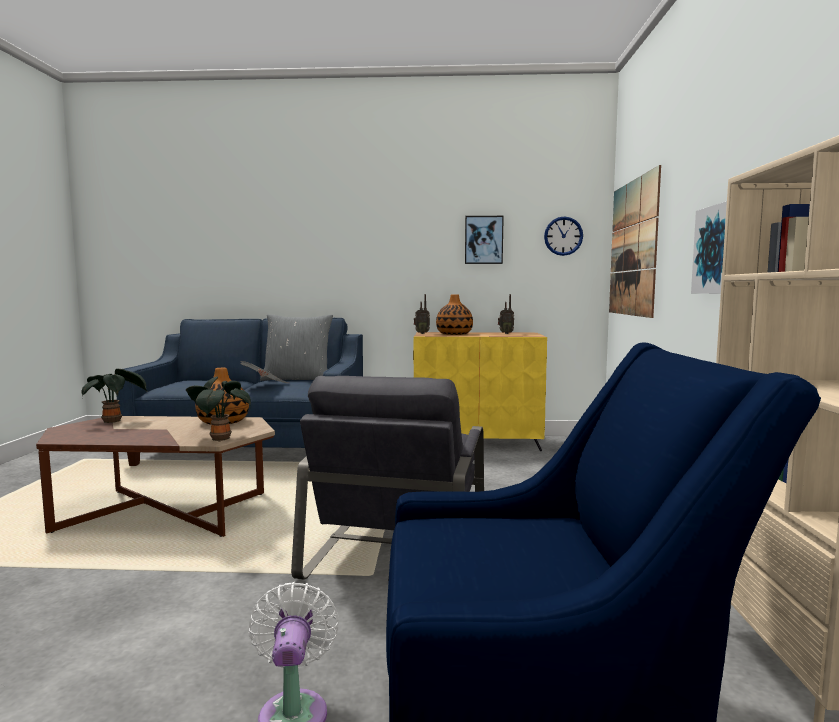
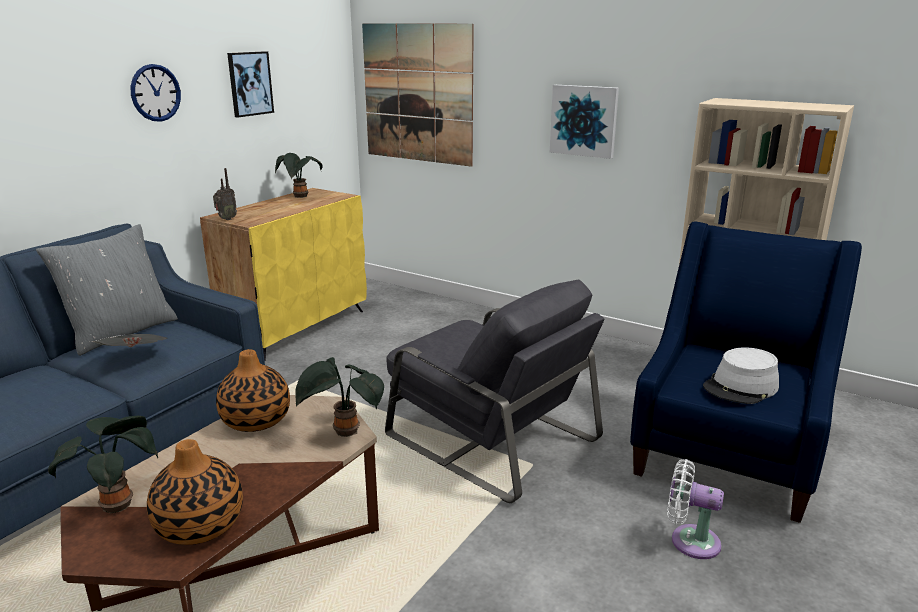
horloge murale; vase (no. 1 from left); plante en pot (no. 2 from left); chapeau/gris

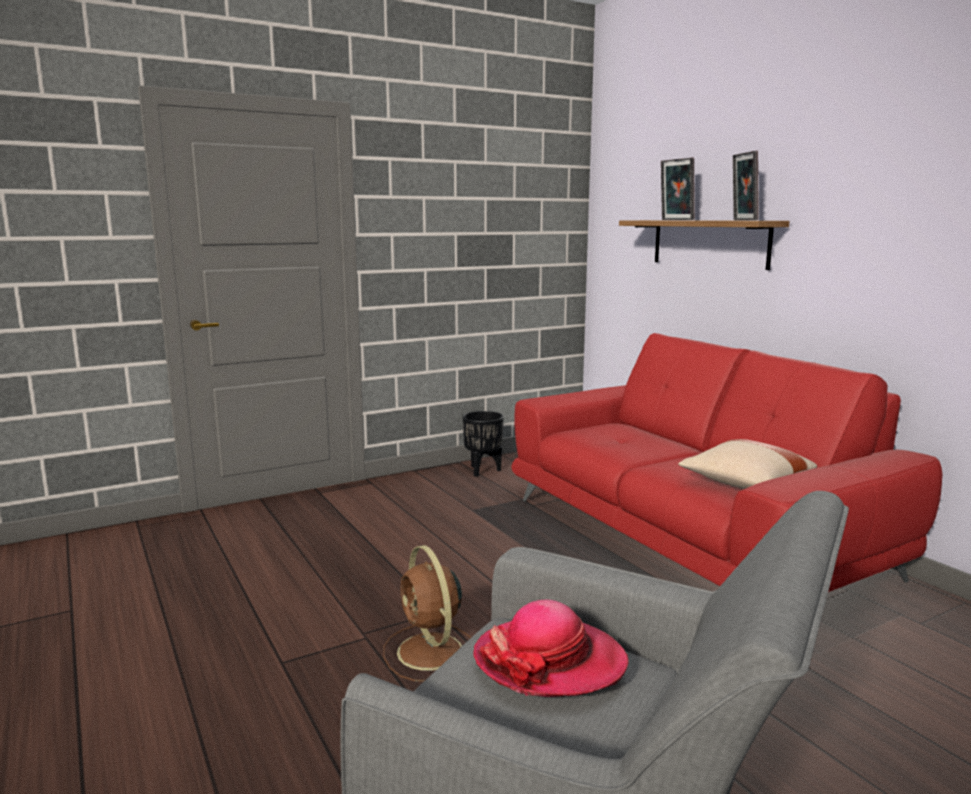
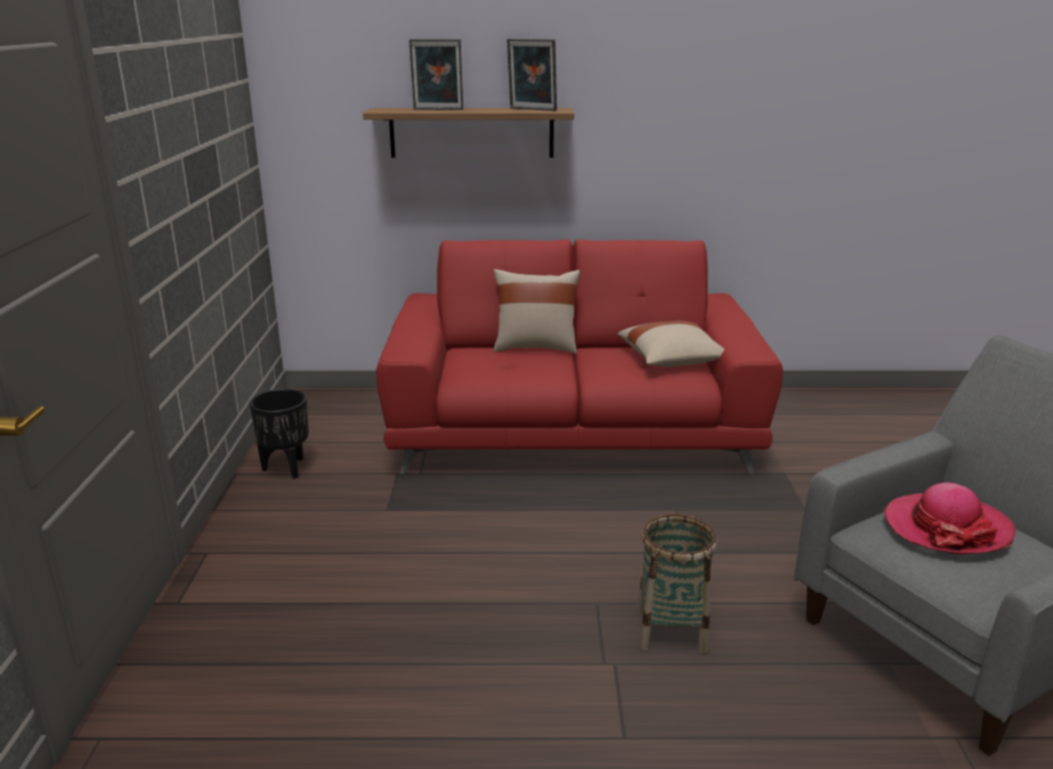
coussin/beige (no. 1 from left); panier

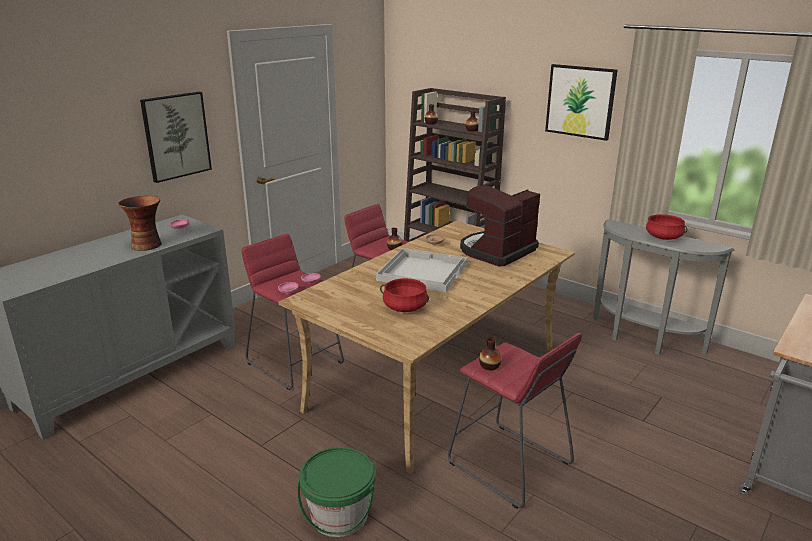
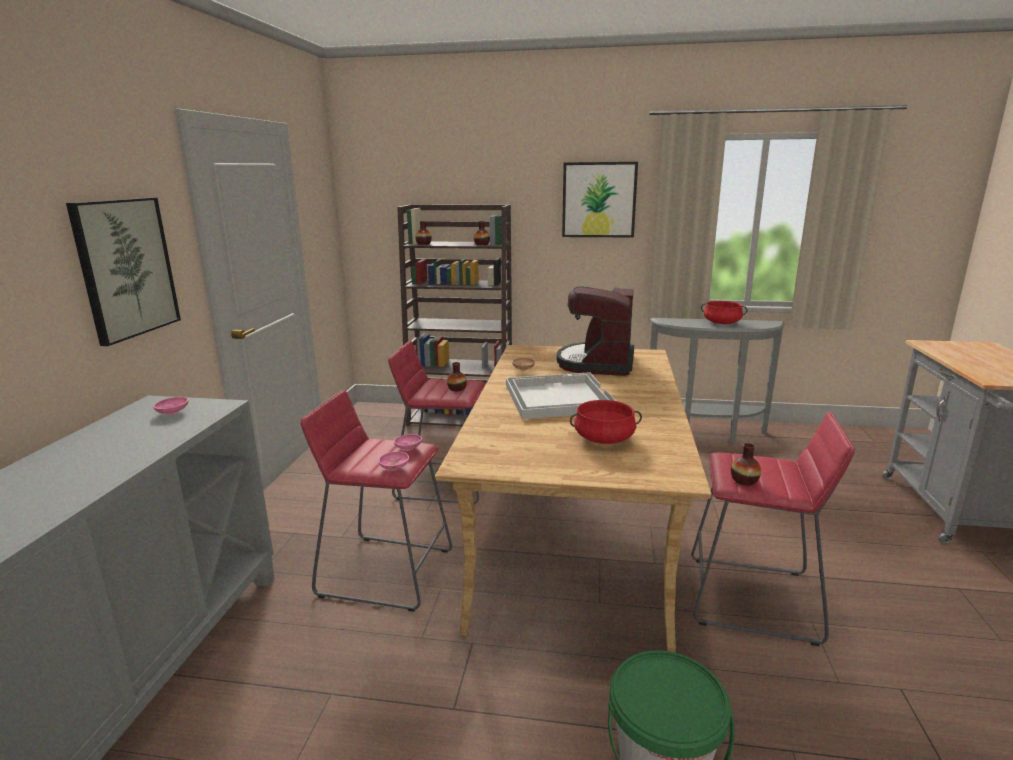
vase (no. 1 from left in the first image)

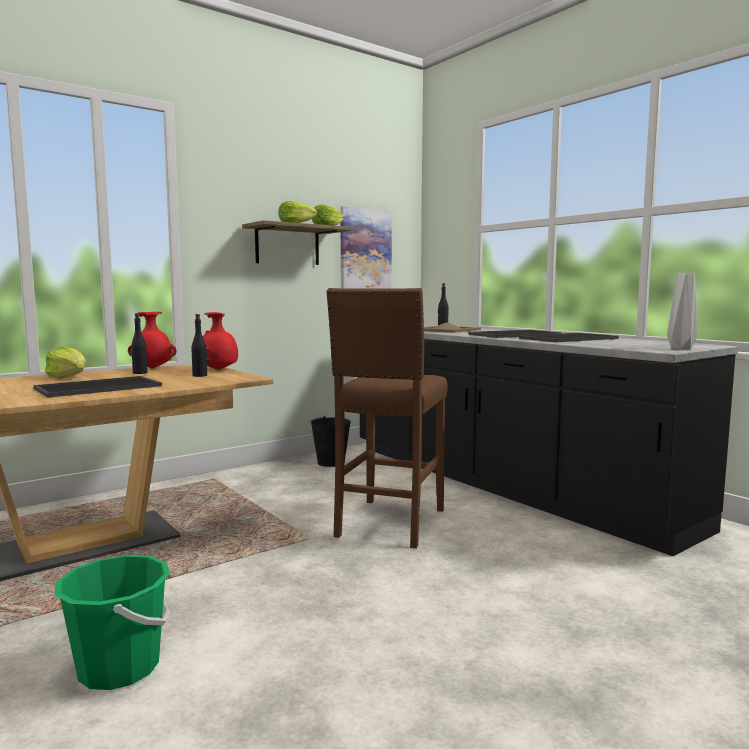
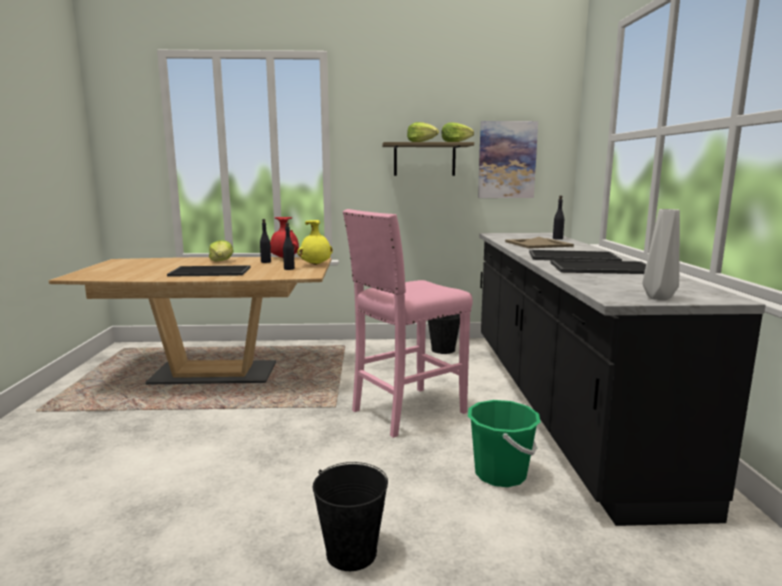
vase/jaune; seau/noir (no. 1 from left); tabouret/rose; seau/vert

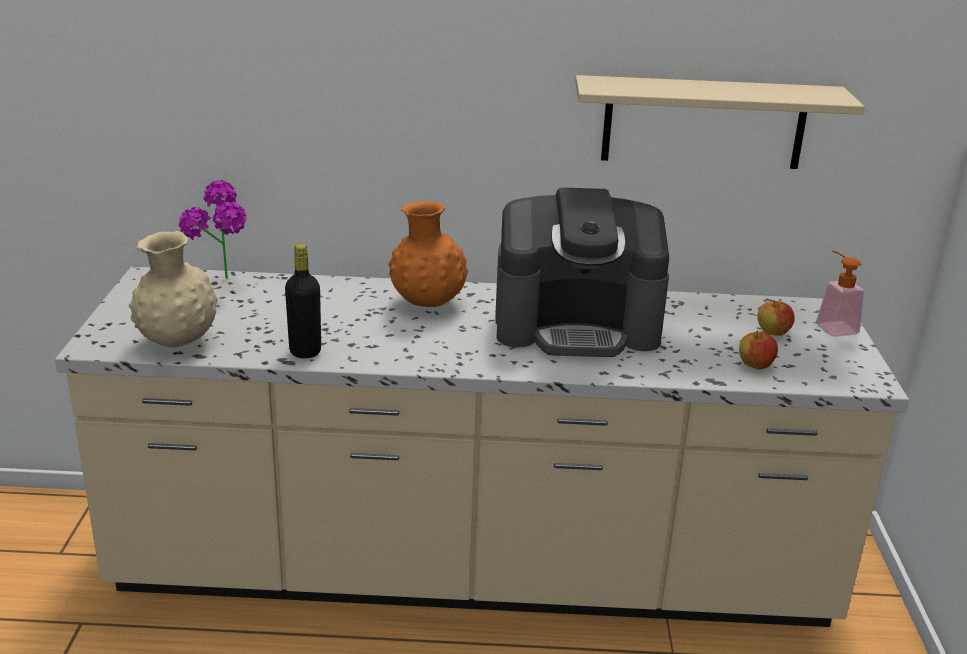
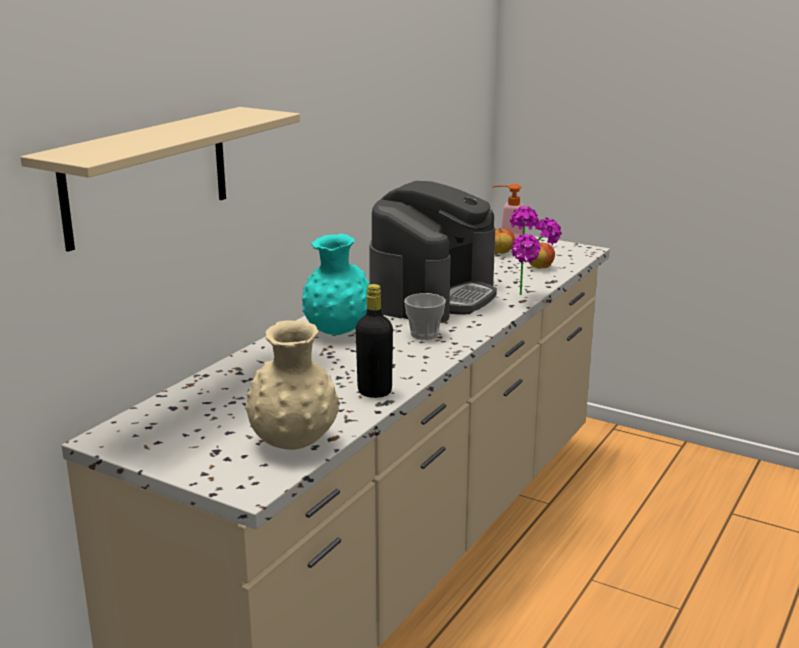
étagère/beige; vase/turquoise; tasse; plante en pot

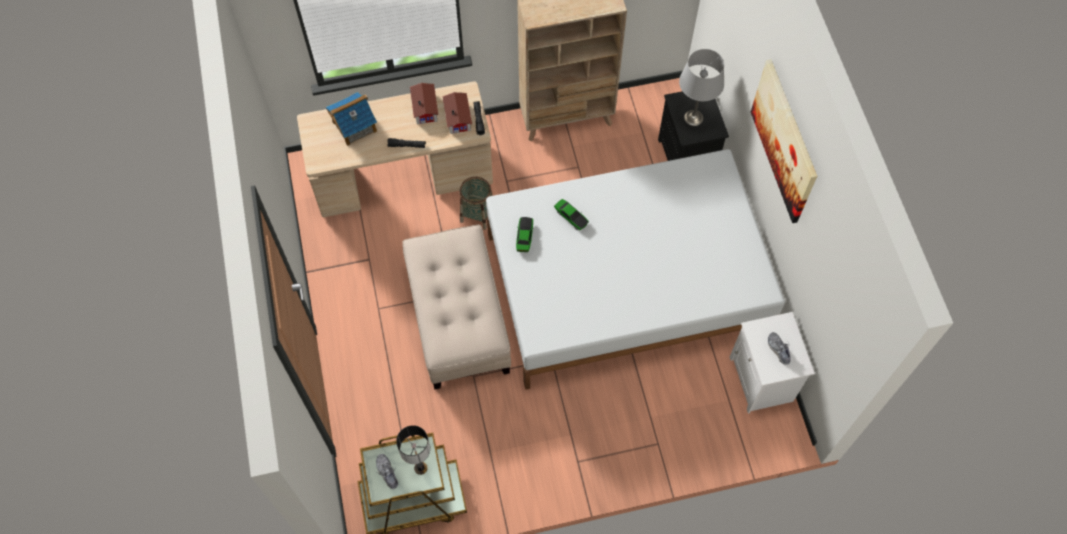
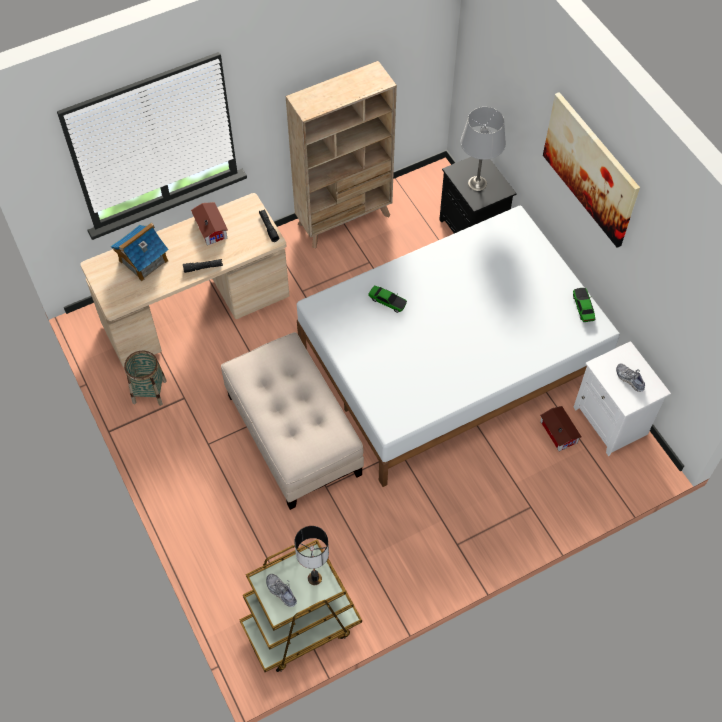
panier; maison miniature (no. 3 from left); petite voiture (no. 2 from left)

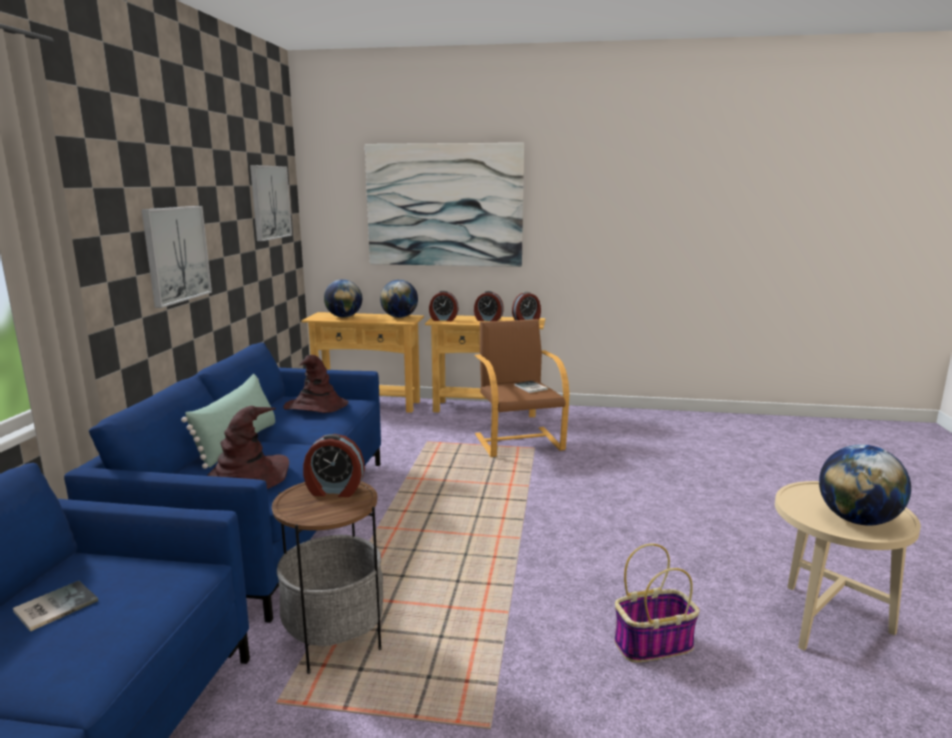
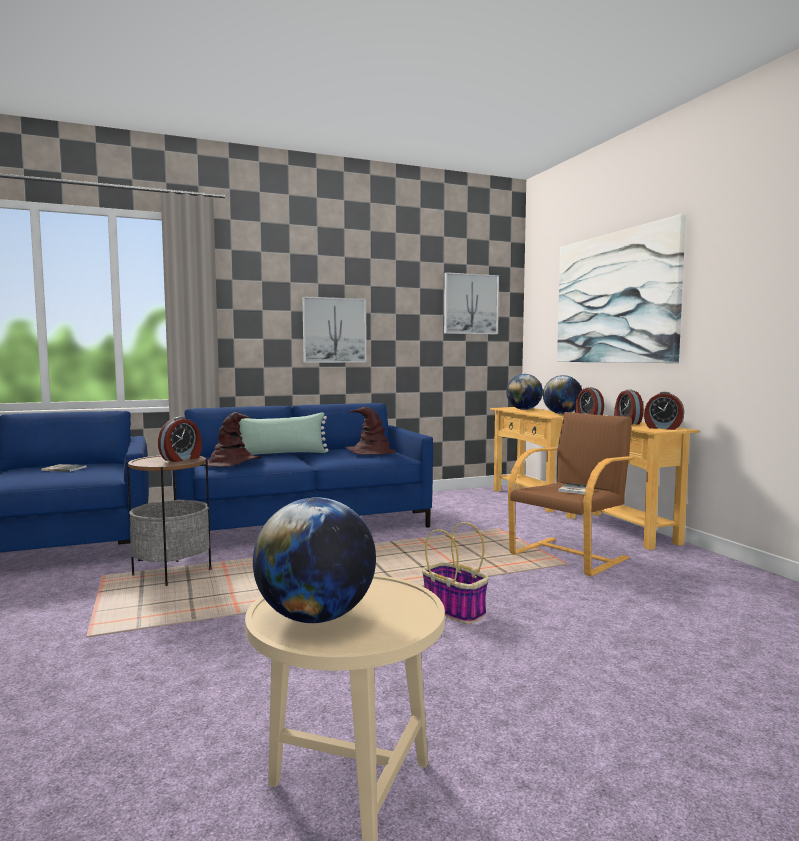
réveil (no. 1 from left); panier

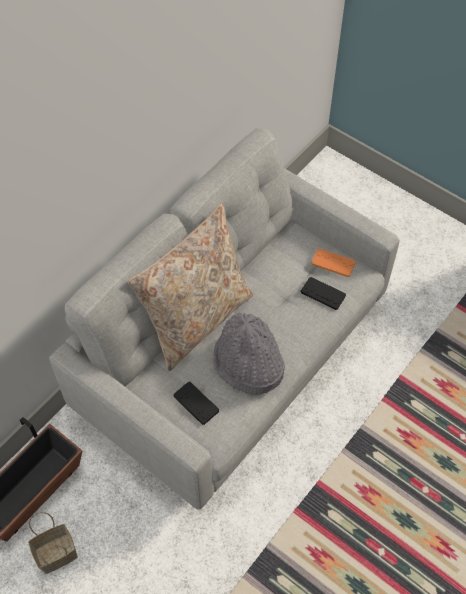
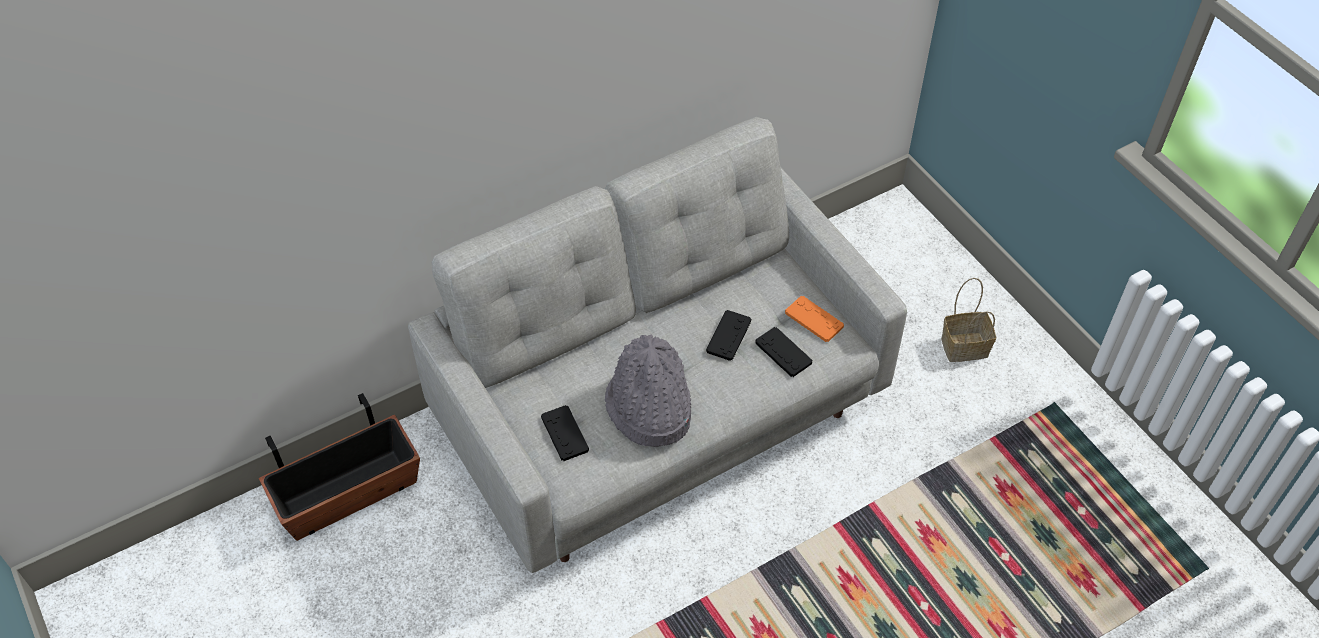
manette/noir (no. 2 from left); panier; coussin/beige

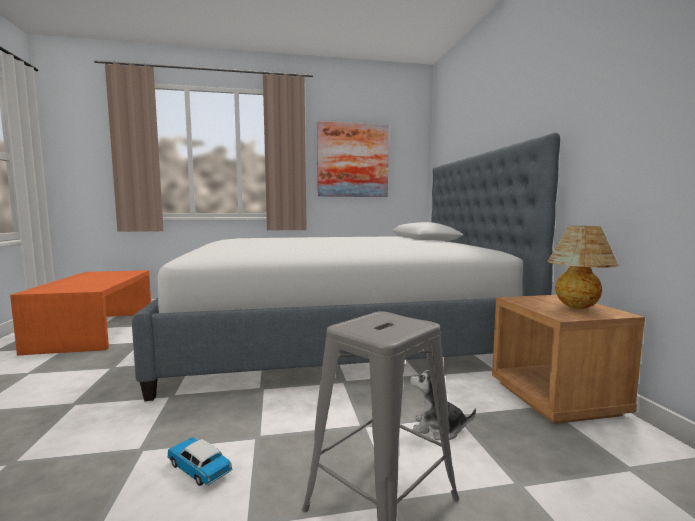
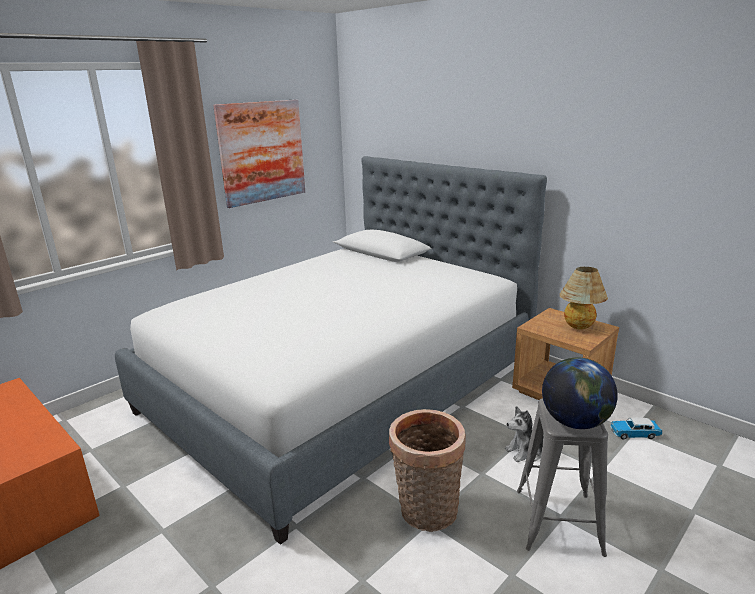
panier; globe; petite voiture

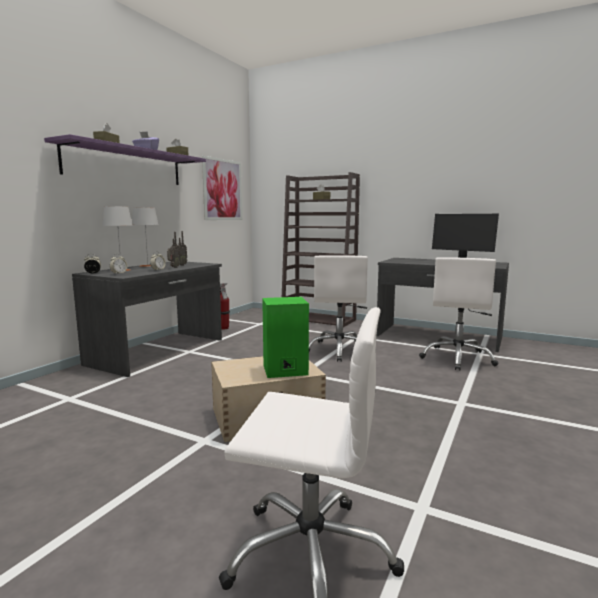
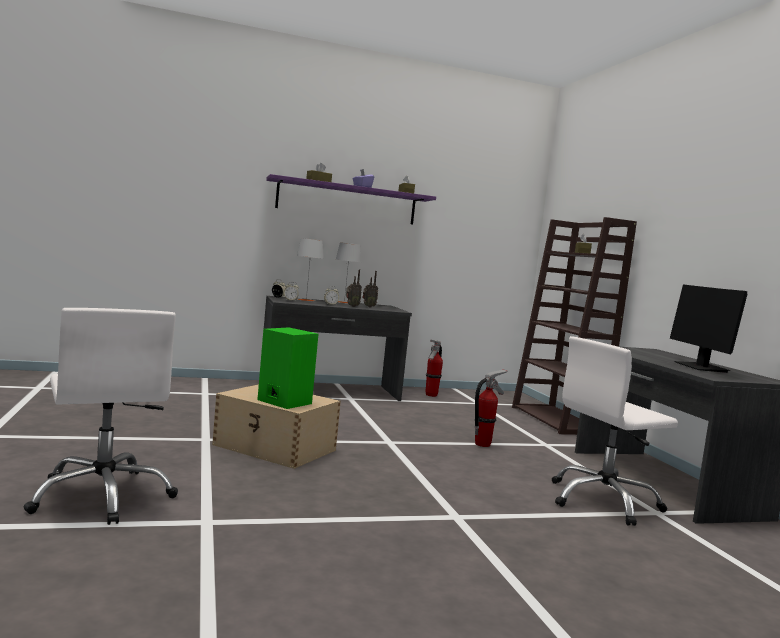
extincteur (no. 2 from left); tableau

